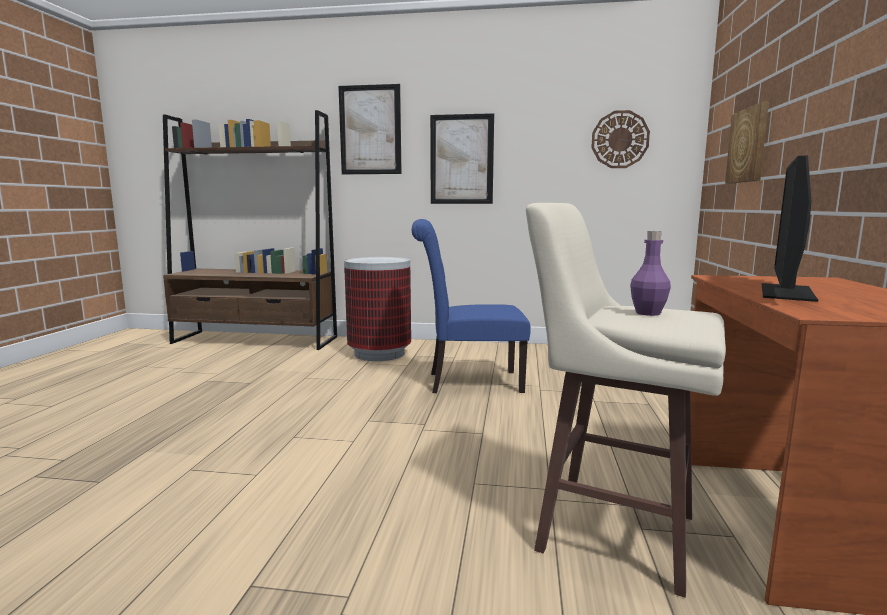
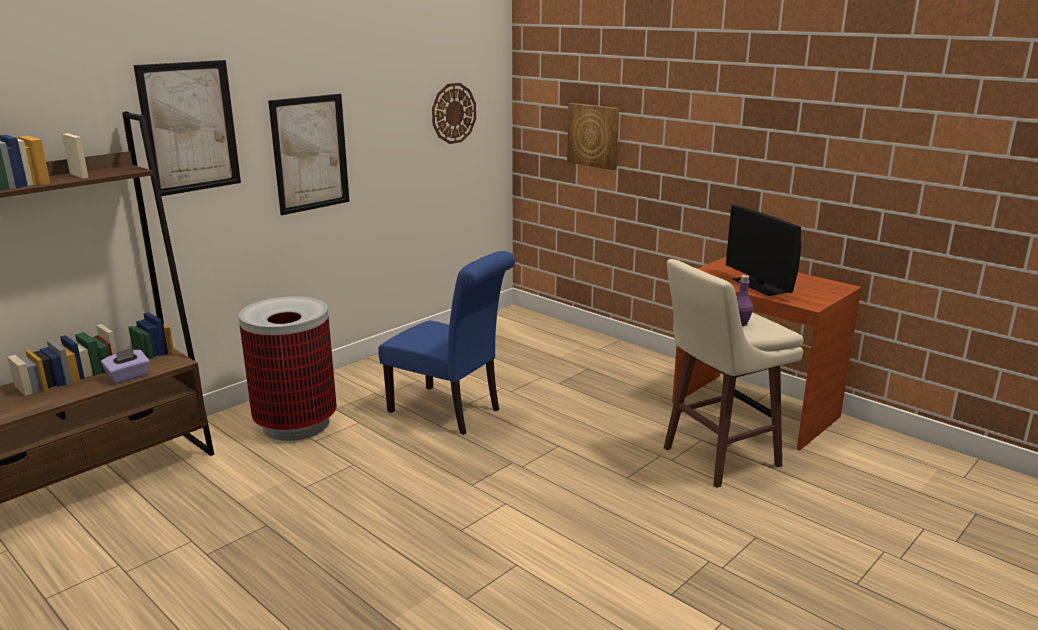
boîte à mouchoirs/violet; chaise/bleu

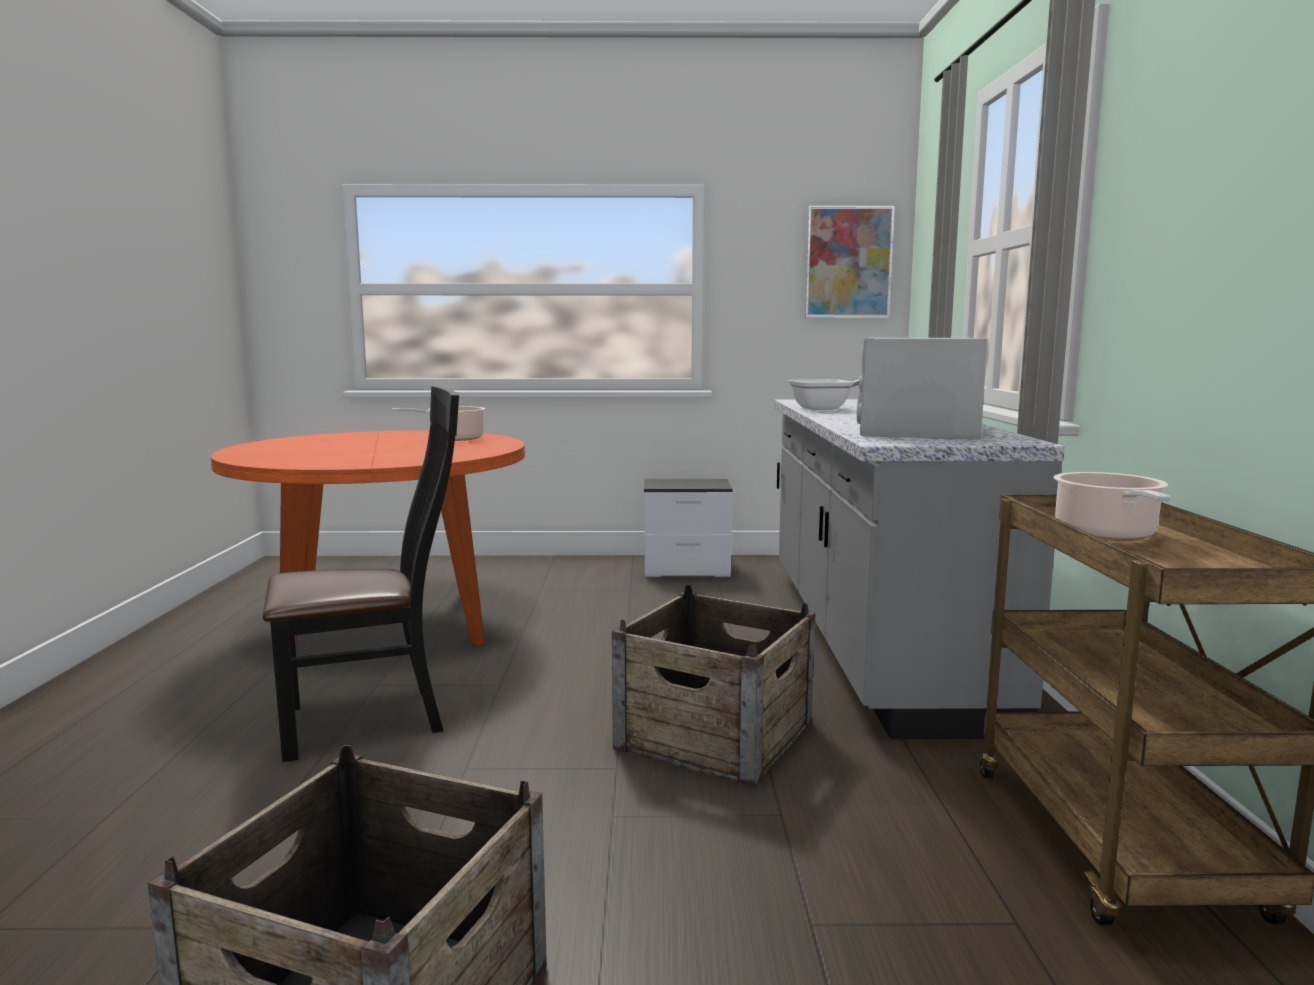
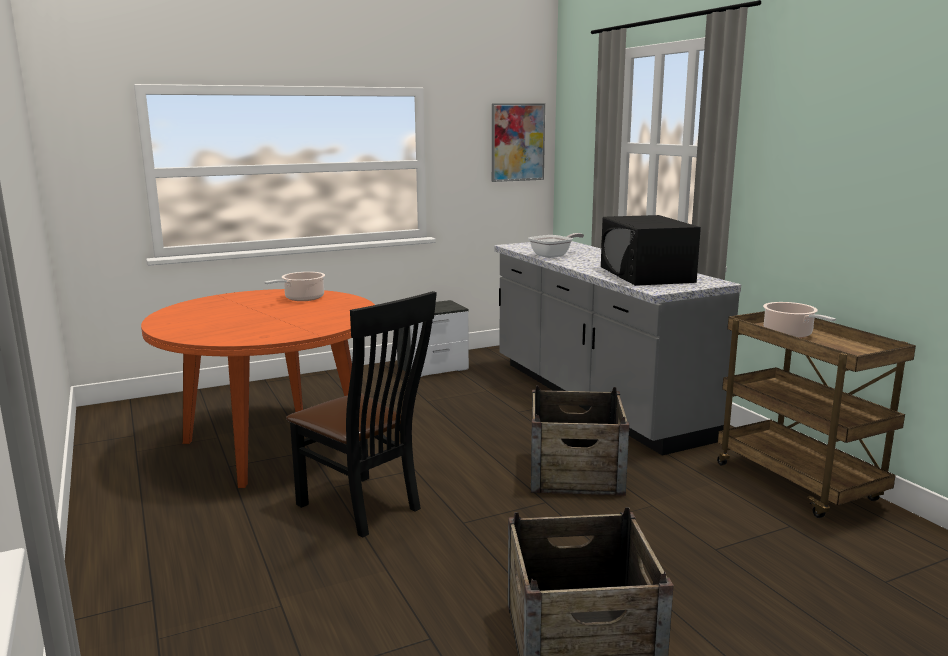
chaise/noir; micro-ondes/noir

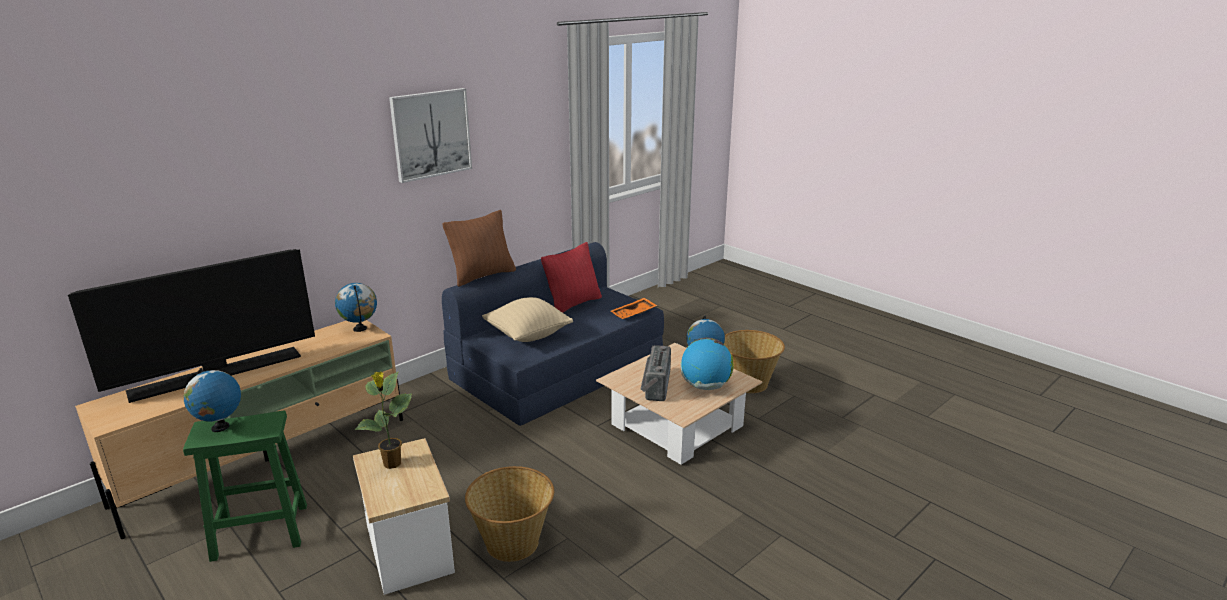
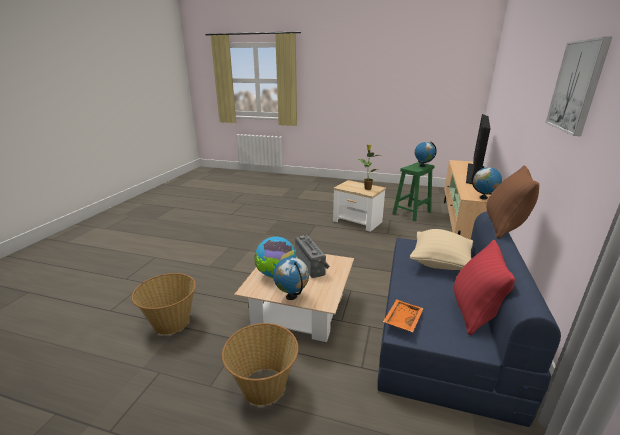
panier (no. 1 from left)

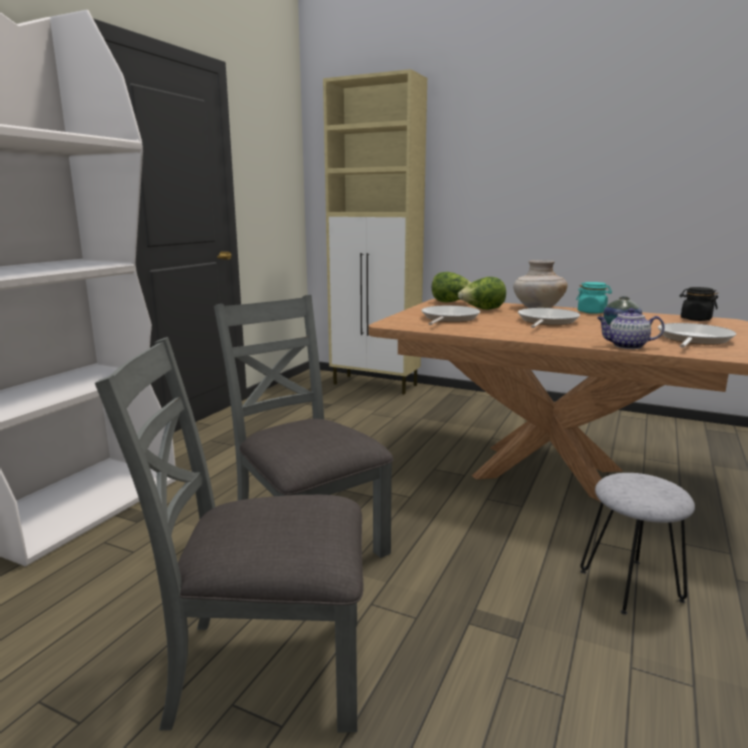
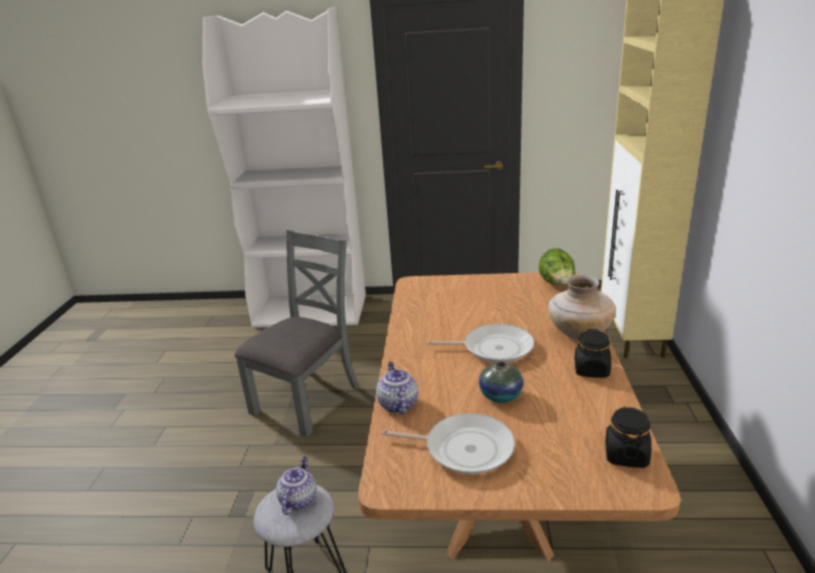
théière (no. 1 from left); bocal/noir (no. 1 from left); chaise/gris (no. 1 from left in the first image); poêle (no. 1 from left in the first image); laitue (no. 2 from left in the first image)

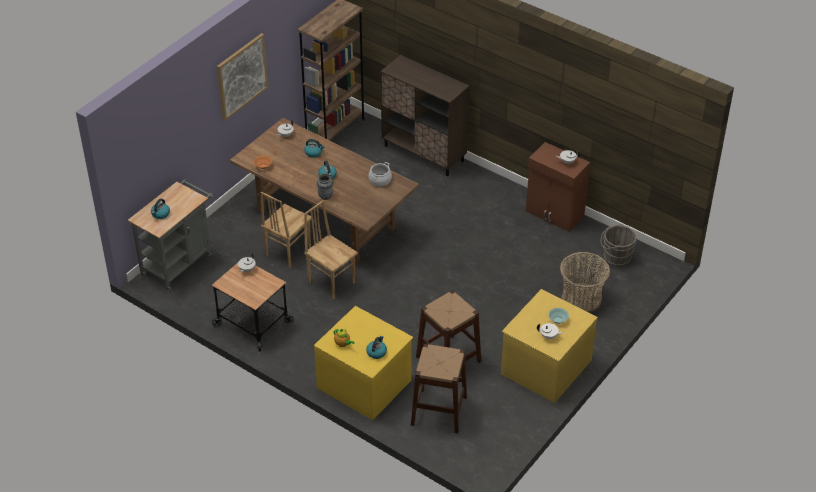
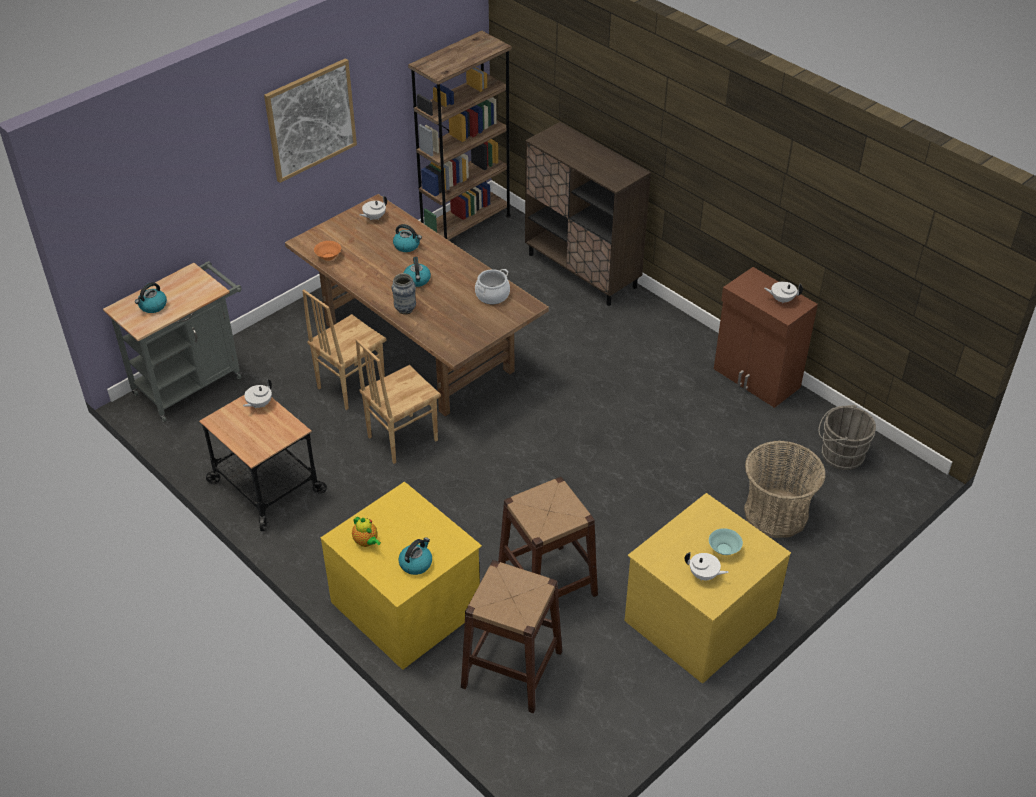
chaise/marron (no. 2 from left)

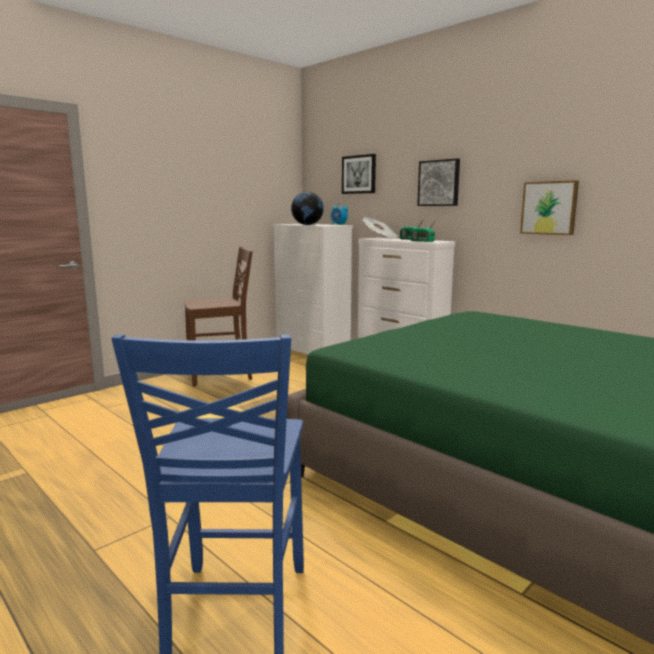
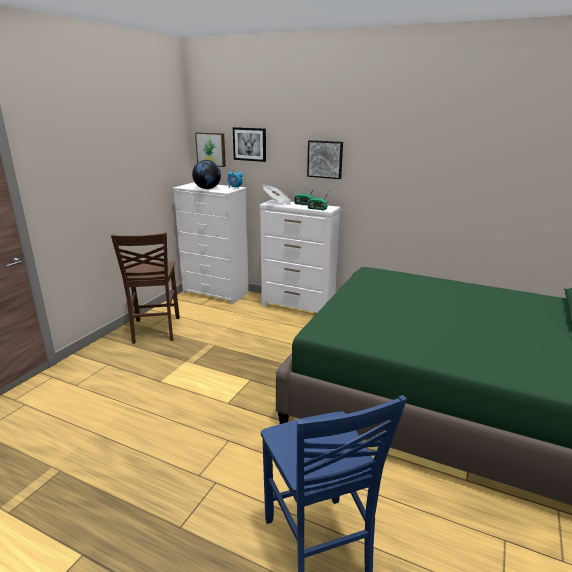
chaise/marron; tableau (no. 1 from left)

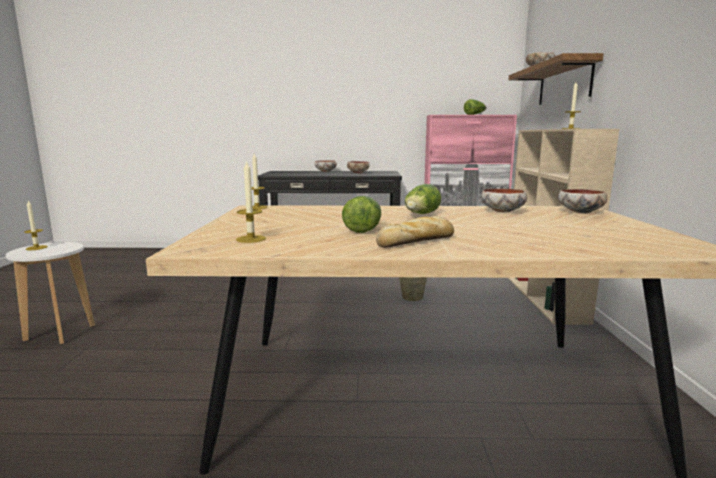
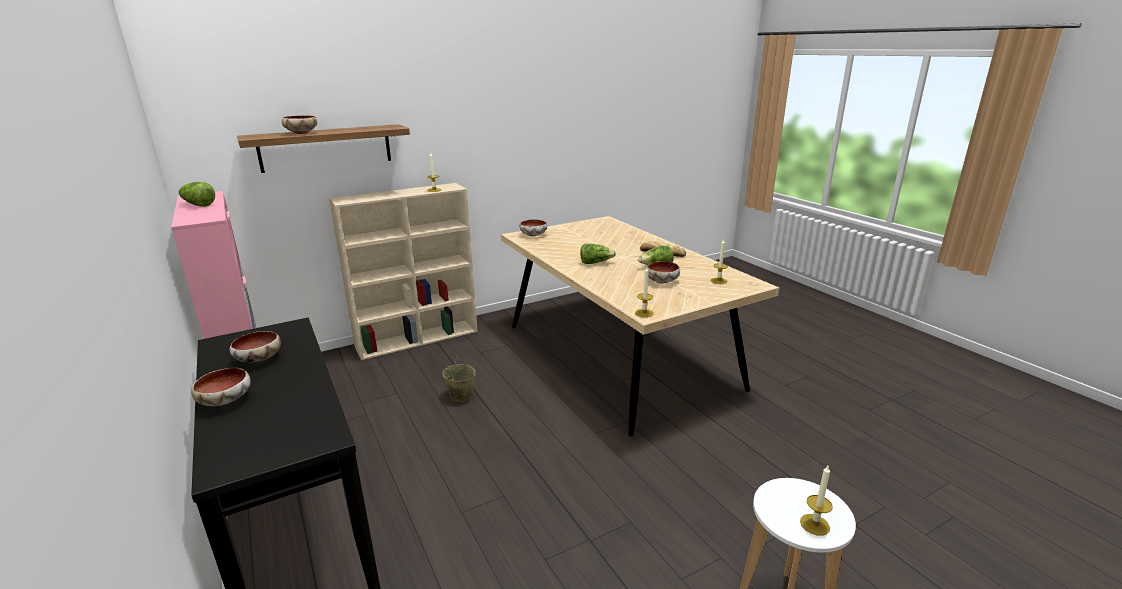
bol (no. 5 from left)

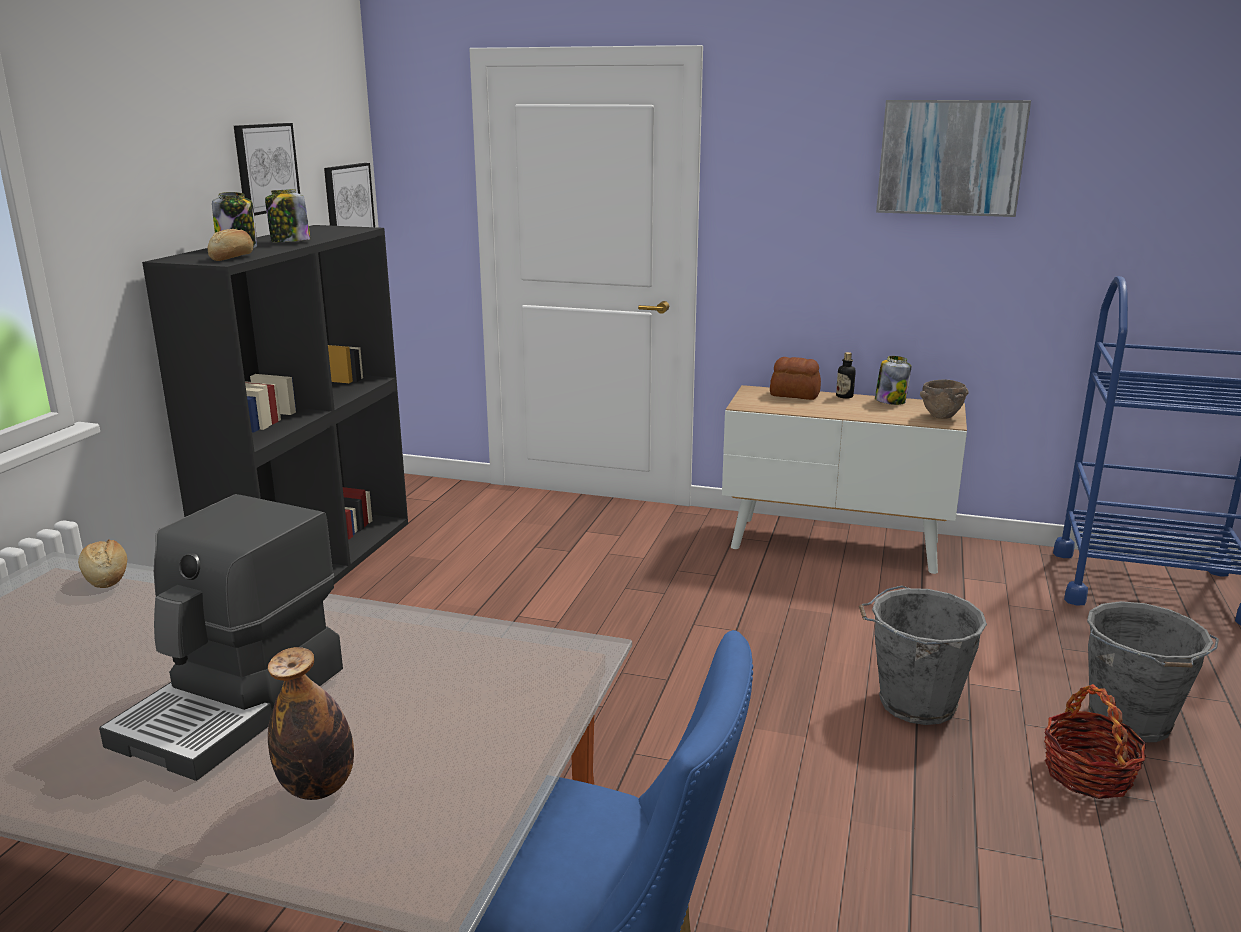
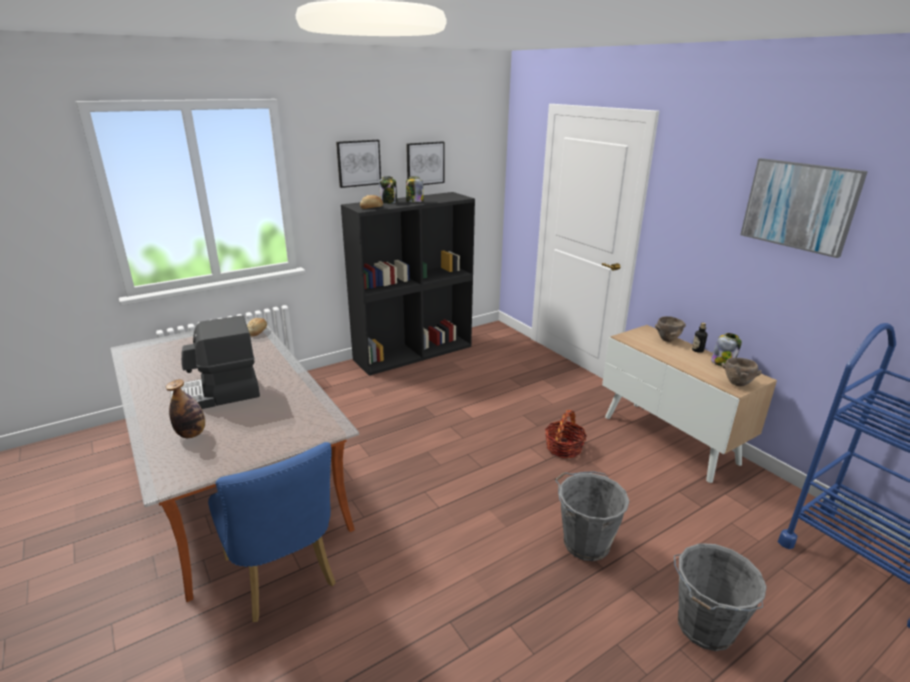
tableau (no. 1 from left); panier; bol/marron (no. 1 from left)

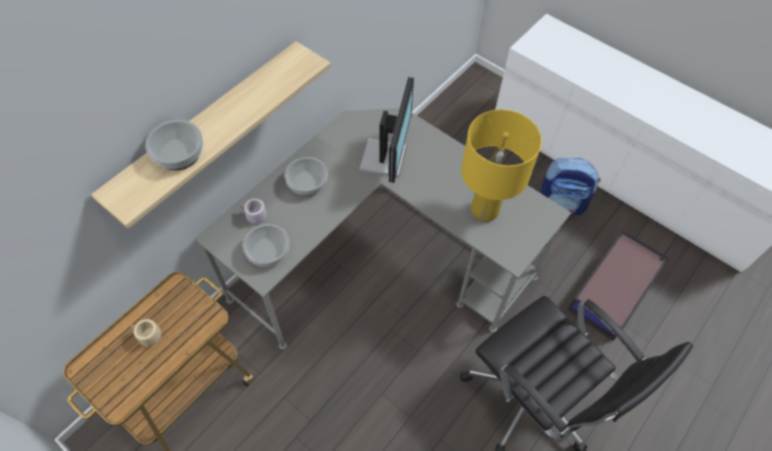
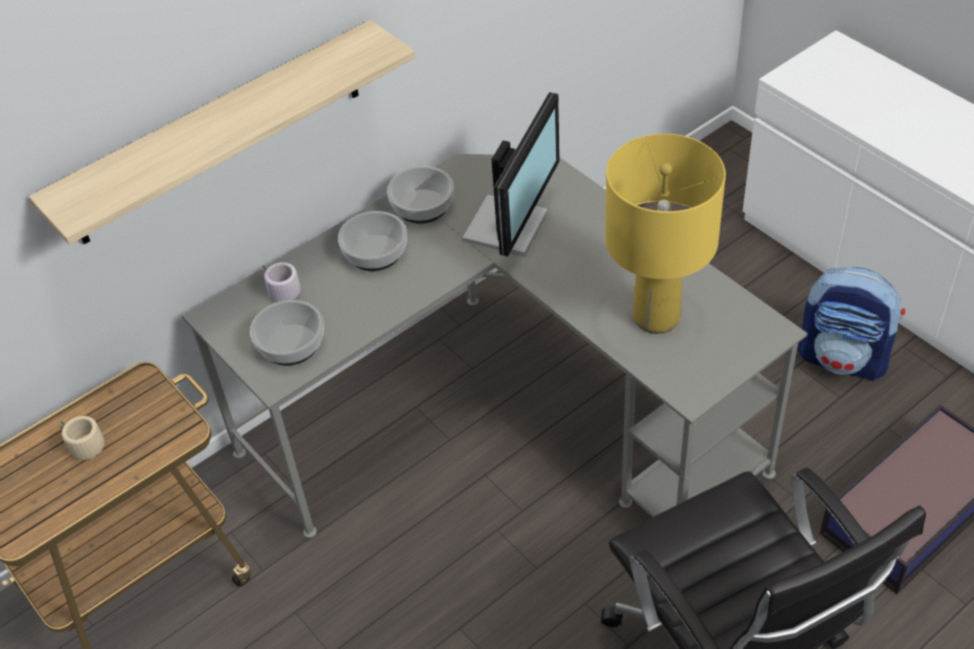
bol (no. 3 from left)

